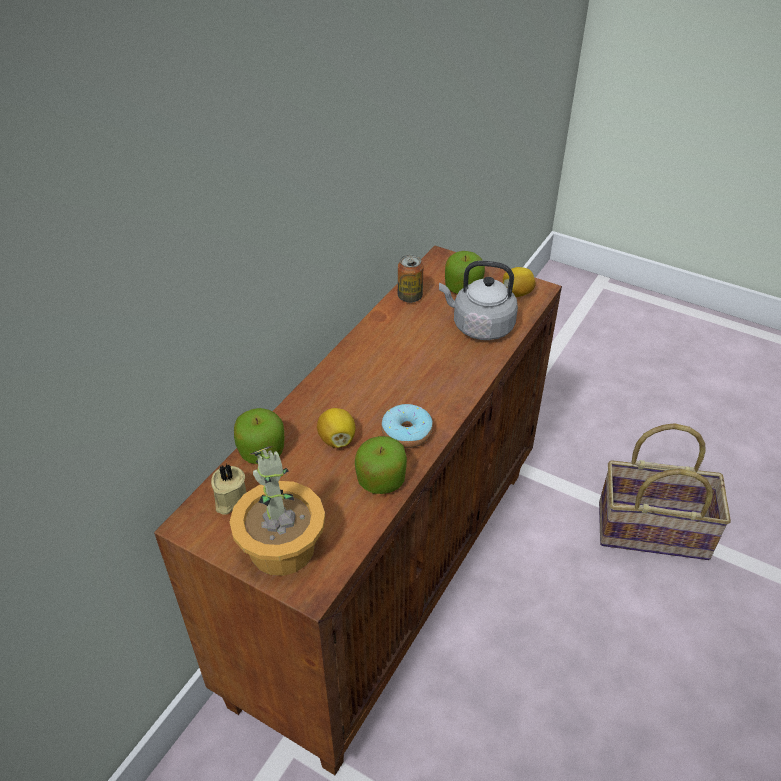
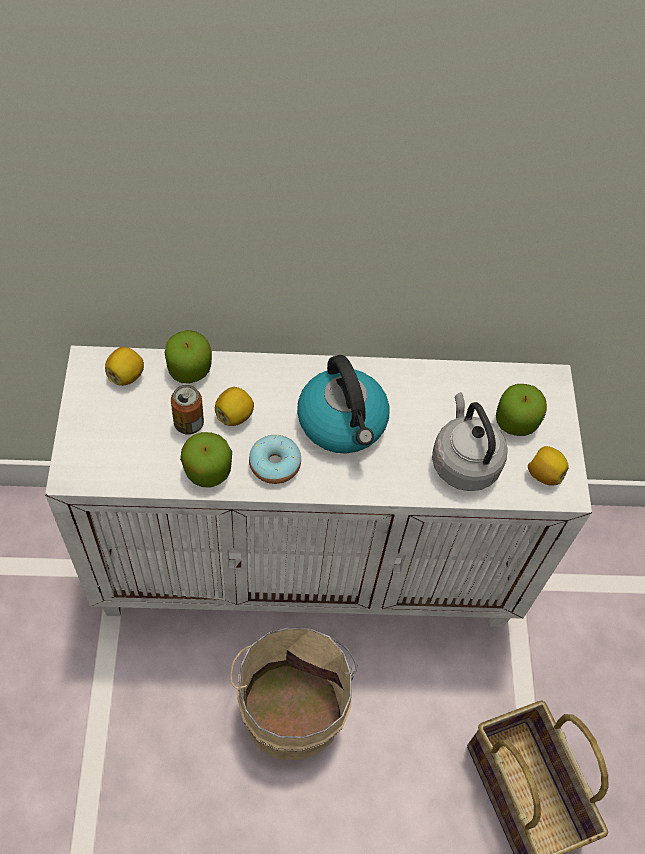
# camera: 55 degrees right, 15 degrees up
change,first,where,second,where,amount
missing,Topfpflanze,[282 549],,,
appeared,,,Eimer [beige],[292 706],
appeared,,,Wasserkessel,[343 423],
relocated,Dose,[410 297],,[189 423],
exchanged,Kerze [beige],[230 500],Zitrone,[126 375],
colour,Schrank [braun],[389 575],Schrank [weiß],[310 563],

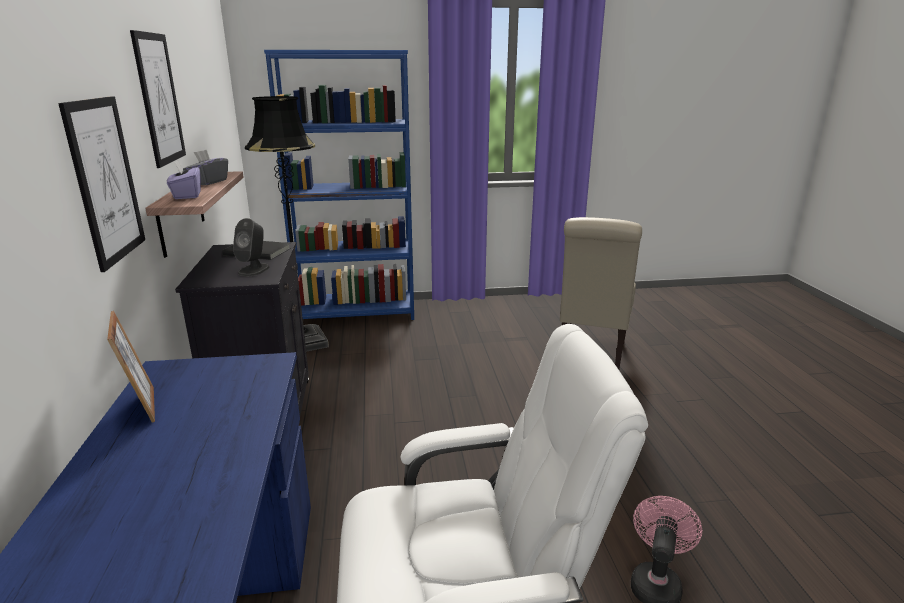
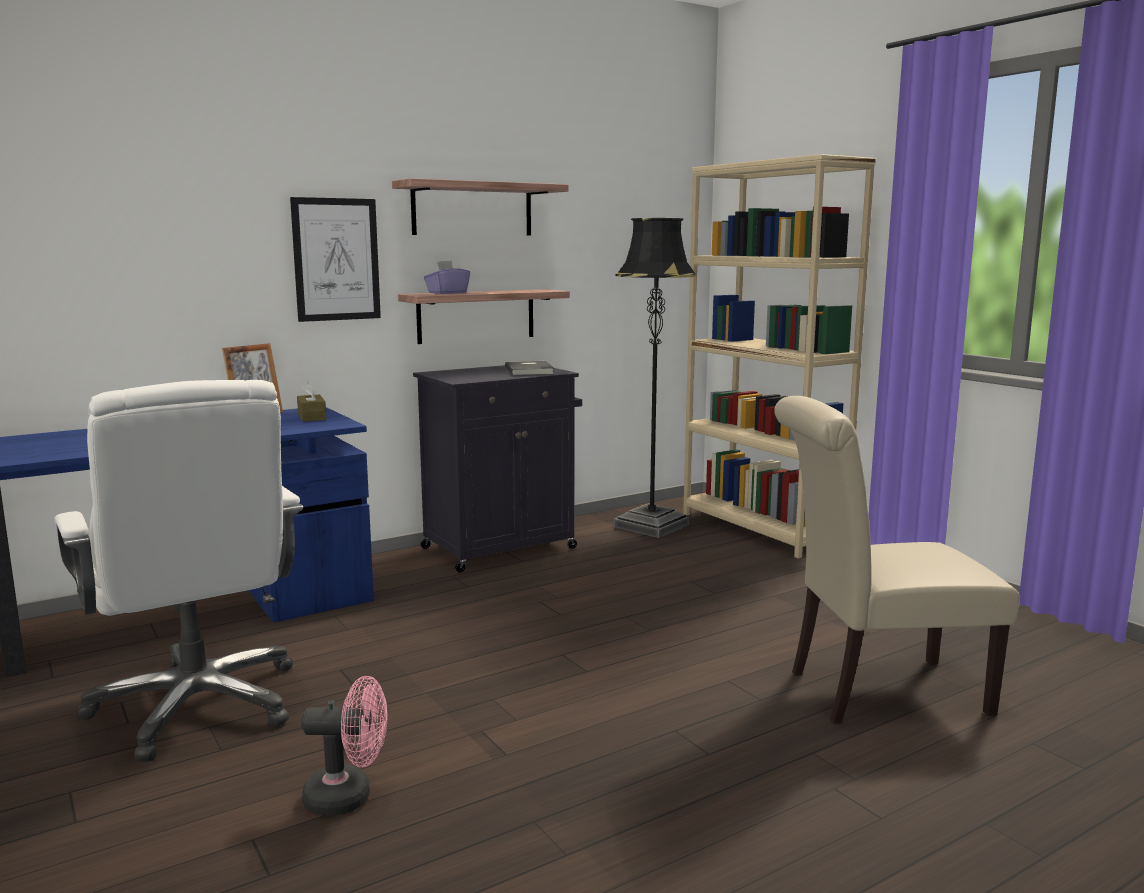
# camera: 65 degrees right, 10 degrees down
change,first,where,second,where,amount
missing,Taschentuchbox [grau],[208 182],,,
missing,Lautsprecher [grau],[254 270],,,
appeared,,,Taschentuchbox [braun],[312 417],
exchanged,Bild,[159 99],Wandregal,[472 209],
colour,Bücherregal [blau],[357 313],Bücherregal [beige],[761 529],

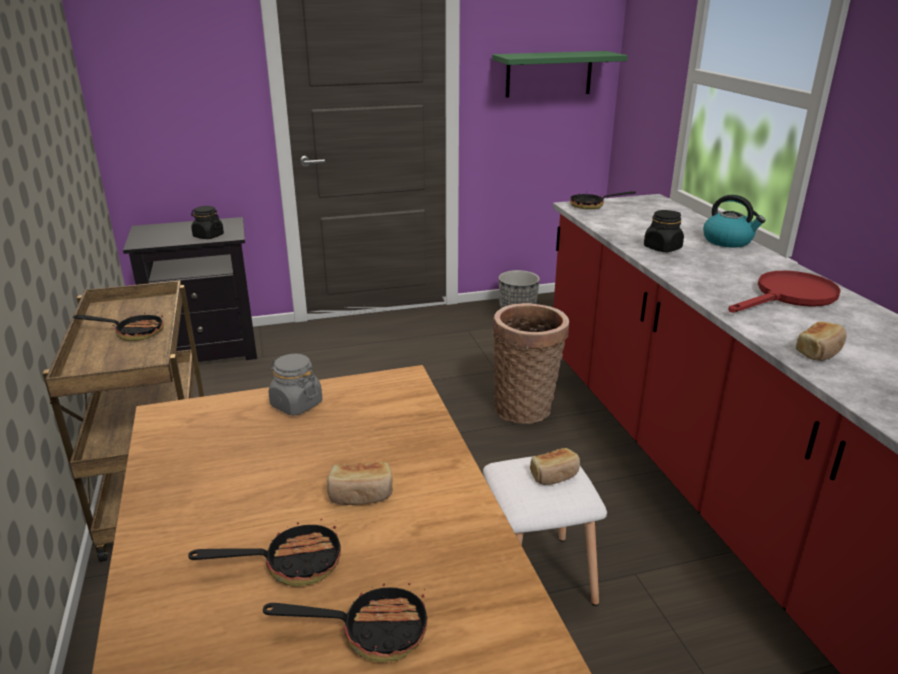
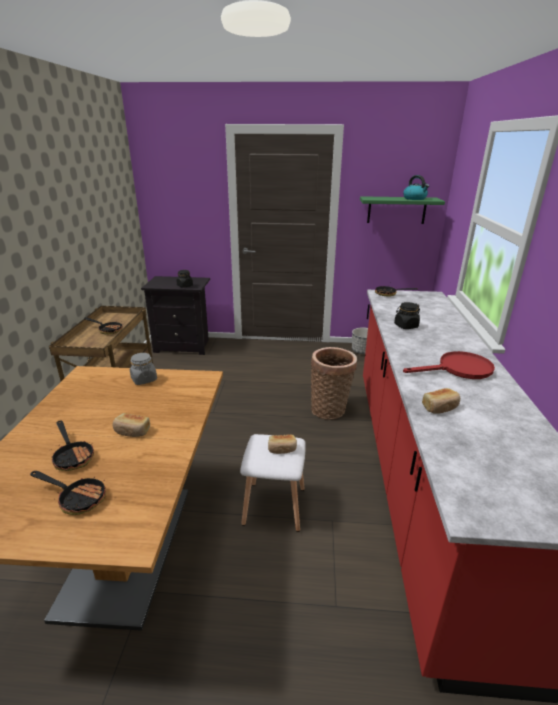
# camera: 20 degrees right, 0 degrees up
change,first,where,second,where,amount
relocated,Wasserkessel,[728 241],,[415 199],
spun,Pfanne,[291 563],,[73 456],45 degrees clockwise

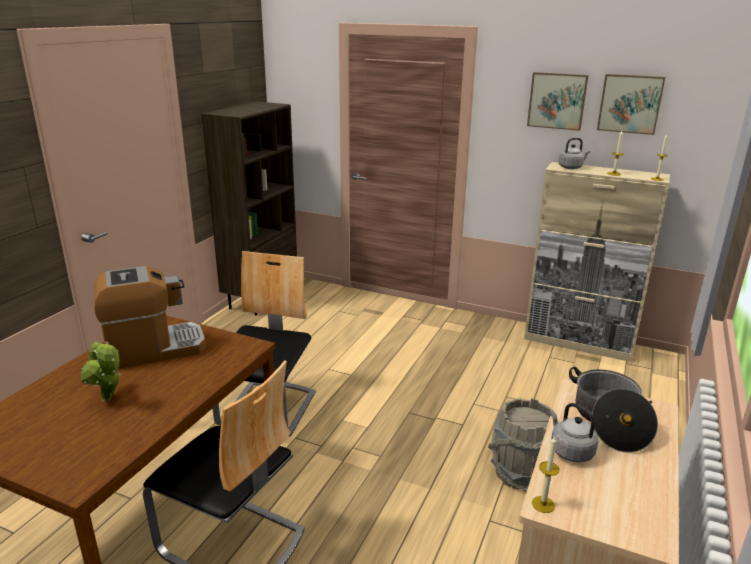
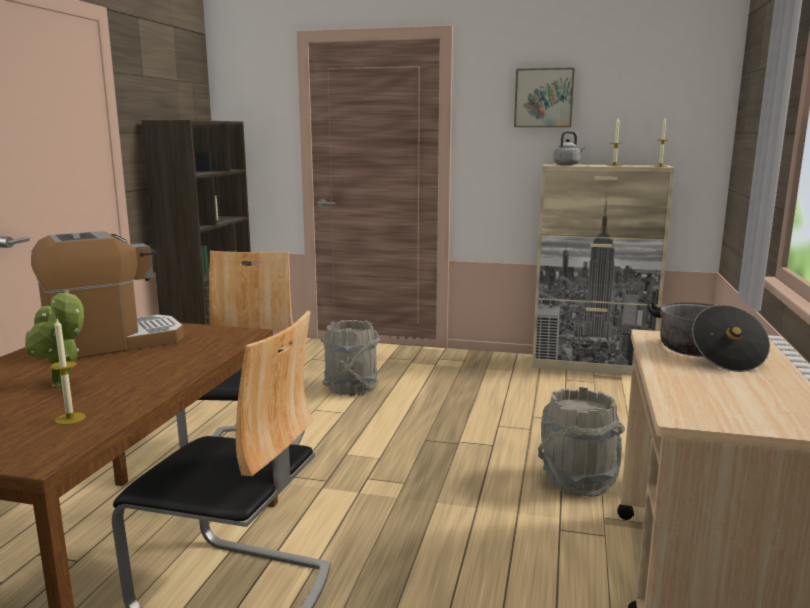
# camera: 10 degrees left, 10 degrees down
change,first,where,second,where,amount
missing,Wasserkessel [grau],[569 451],,,
missing,Bild,[630 103],,,
appeared,,,Eimer [grau],[351 388],
relocated,Kerze,[543 504],,[70 418],

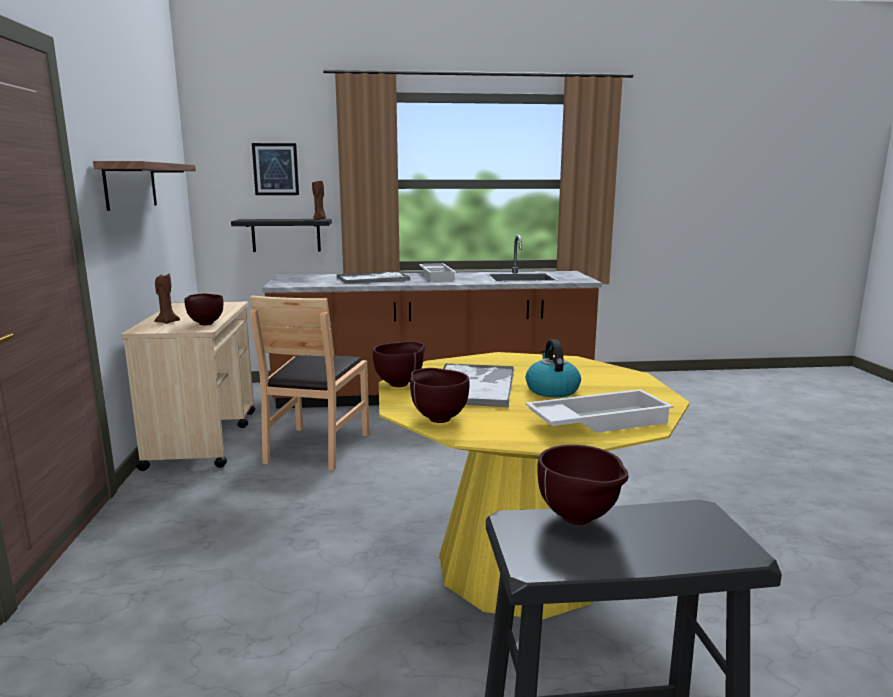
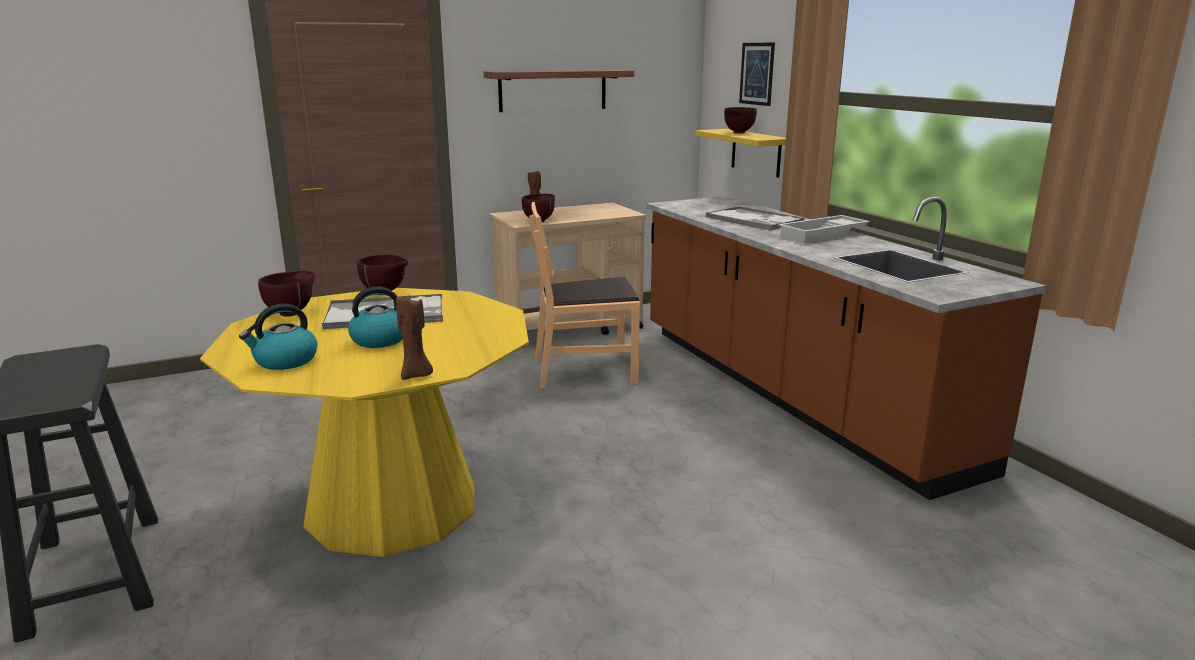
# camera: 70 degrees right, 5 degrees up
change,first,where,second,where,amount
relocated,Kerze [braun],[320 219],,[416 375],
relocated,Schüssel [braun],[580 520],,[738 133],
exchanged,Tablett [weiß],[598 420],Wasserkessel,[285 361],
colour,Wandregal [schwarz],[286 235],Wandregal [gelb],[756 152],

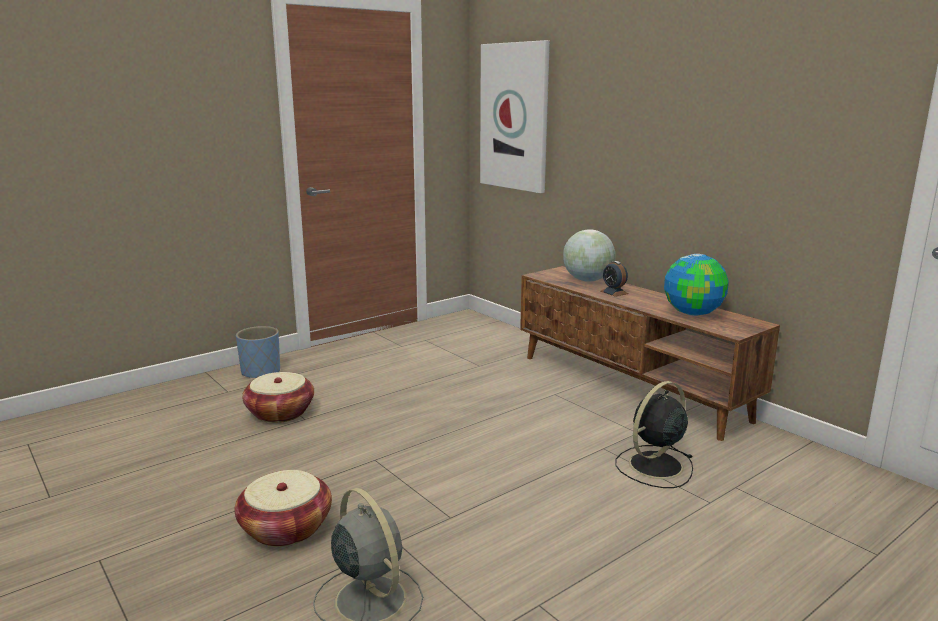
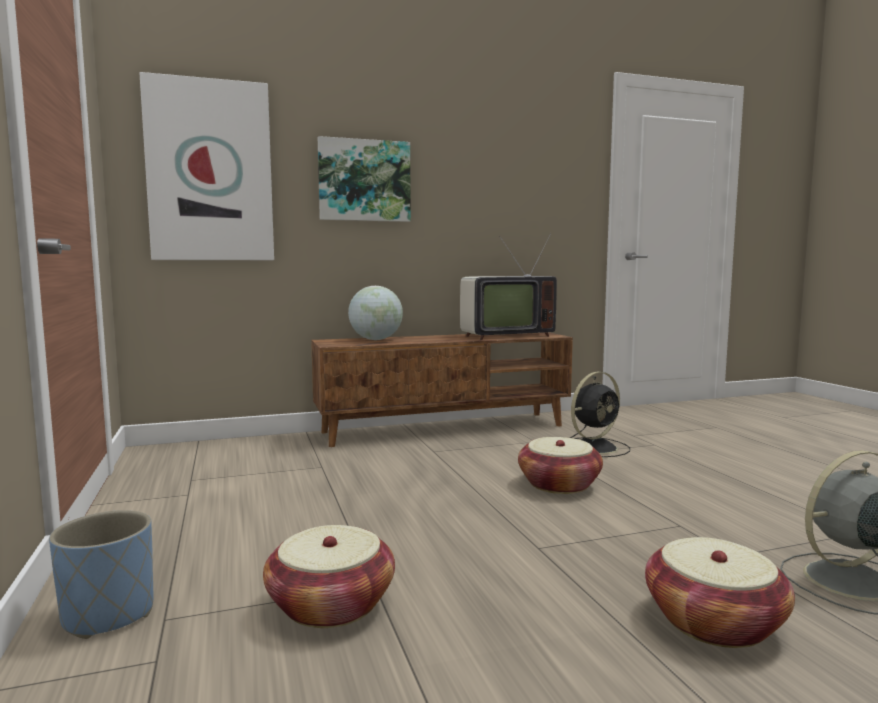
# camera: 70 degrees left, 10 degrees down
change,first,where,second,where,amount
missing,Wecker,[614 292],,,
appeared,,,Bild,[364 181],
appeared,,,Korb,[559 484],
exchanged,Globus,[693 313],Fernseher,[504 336],
spun,Ventilator [schwarz],[654 466],,[596 447],105 degrees counterclockwise

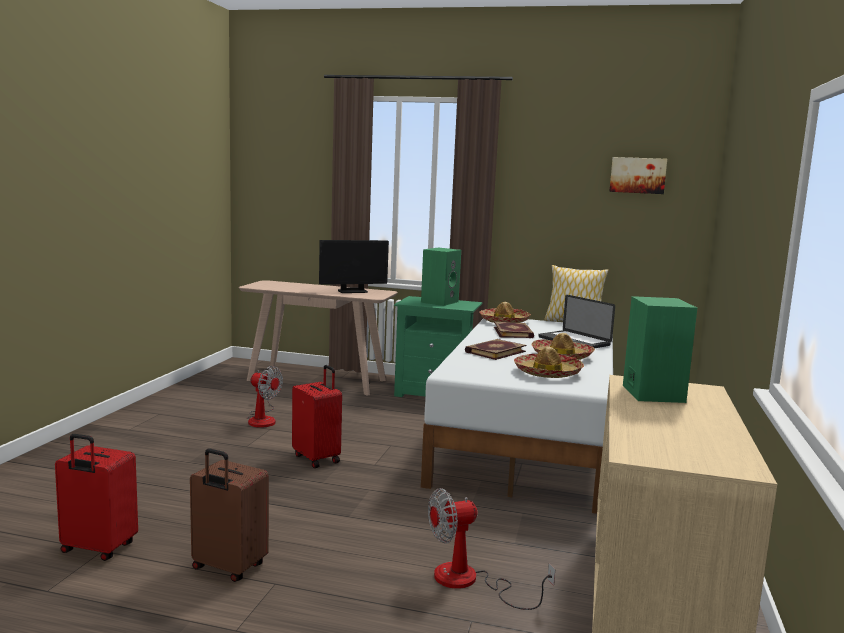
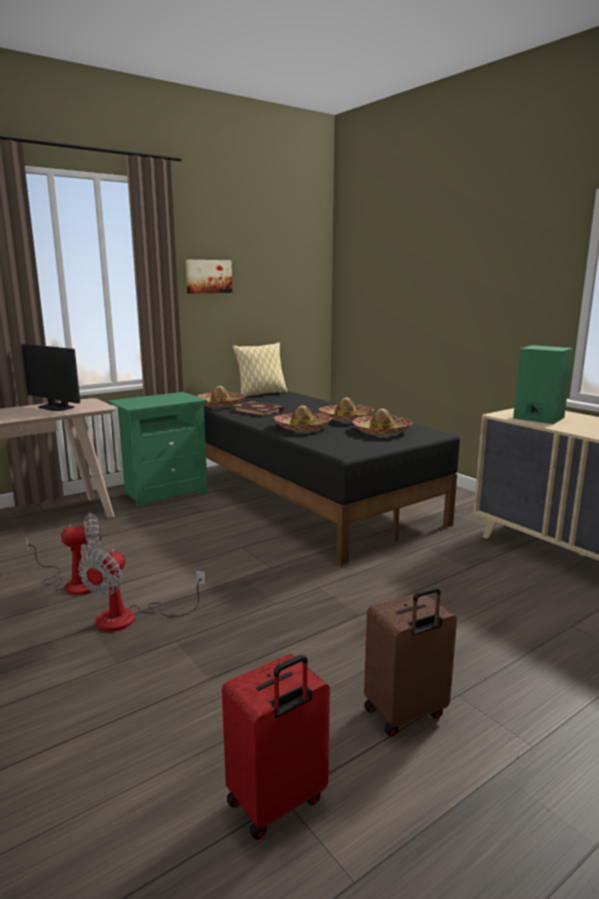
# camera: 50 degrees left, 5 degrees up
change,first,where,second,where,amount
missing,Koffer [rot],[317 458],,,
missing,Lautsprecher [grün],[439 302],,,
missing,Laptop,[574 341],,,
relocated,Ventilator,[469 582],,[130 618],
relocated,Bild,[637 175],,[208 276],
exchanged,Buch,[494 351],Hut,[302 427],
colour,Bett [weiß],[529 439],Bett [schwarz],[308 498],
spun,Monitor,[352 291],,[56 407],105 degrees clockwise

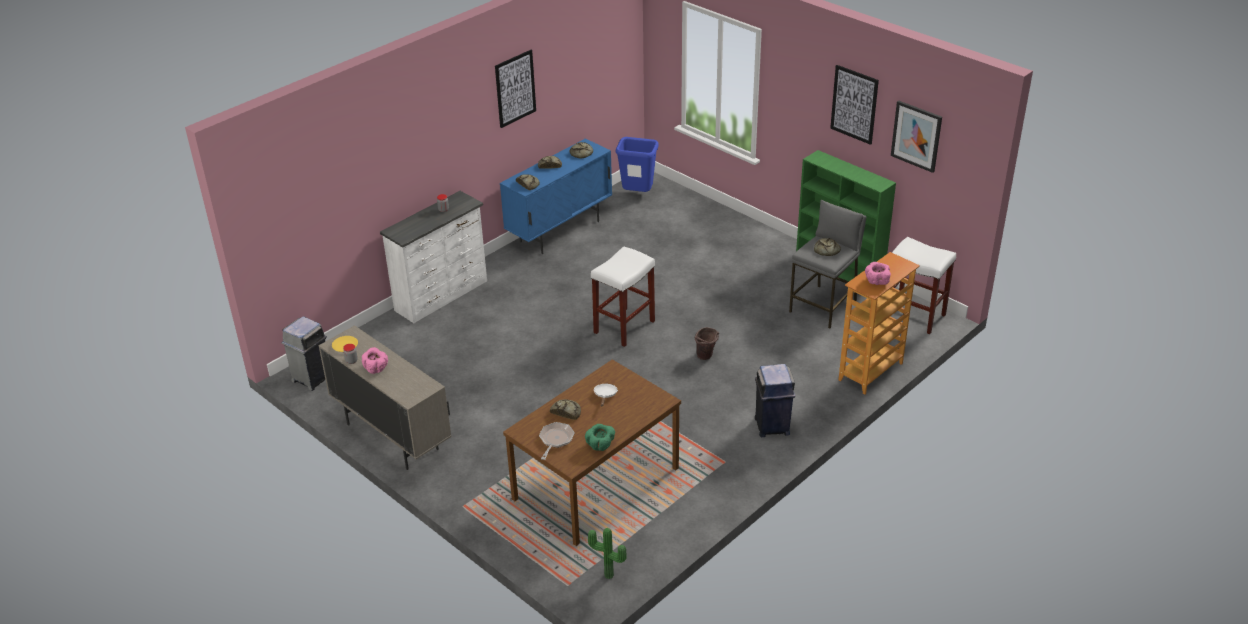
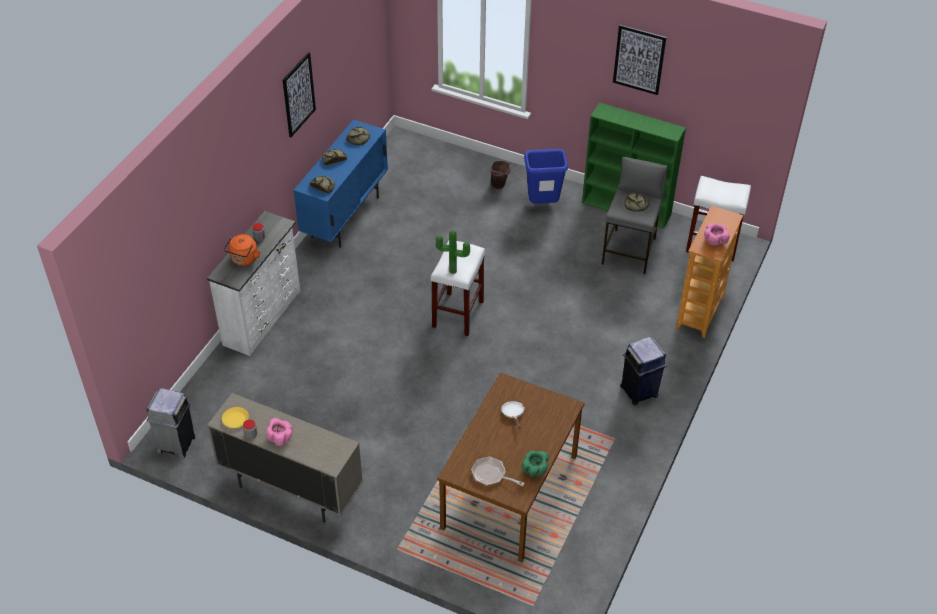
# camera: 20 degrees left, 10 degrees up
change,first,where,second,where,amount
missing,Brot,[566 412],,,
missing,Bild,[916 136],,,
appeared,,,Wasserkessel [orange],[244 260],
relocated,Topfpflanze,[608 576],,[452 272],
relocated,Mülleimer [blau],[638 195],,[543 204],
relocated,Eimer [braun],[706 357],,[500 186],
spun,Pfanne,[555 440],,[491 475],60 degrees counterclockwise

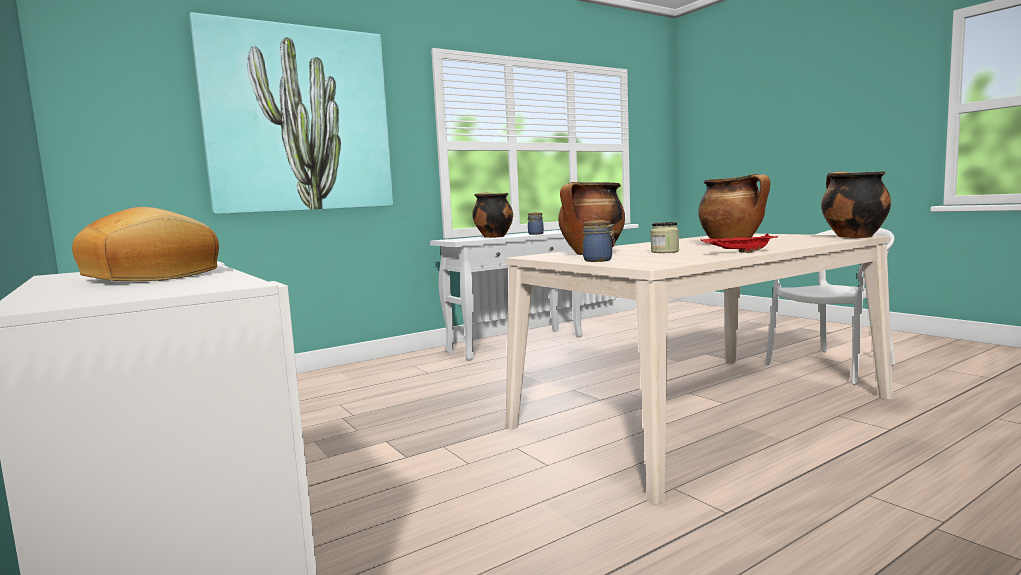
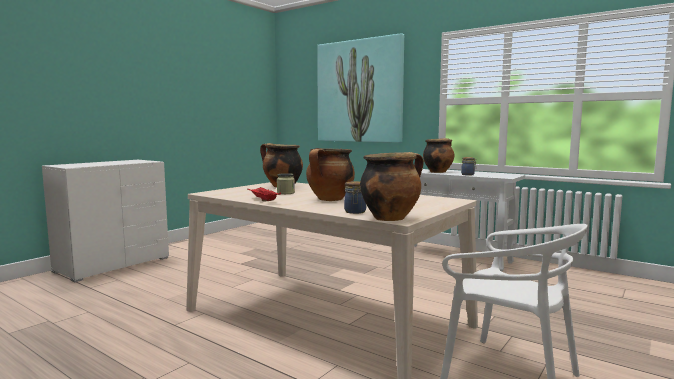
# camera: 70 degrees right, 0 degrees up
change,first,where,second,where,amount
missing,Brot,[153 276],,,
relocated,Vorratsglas,[599 260],,[355 212],

